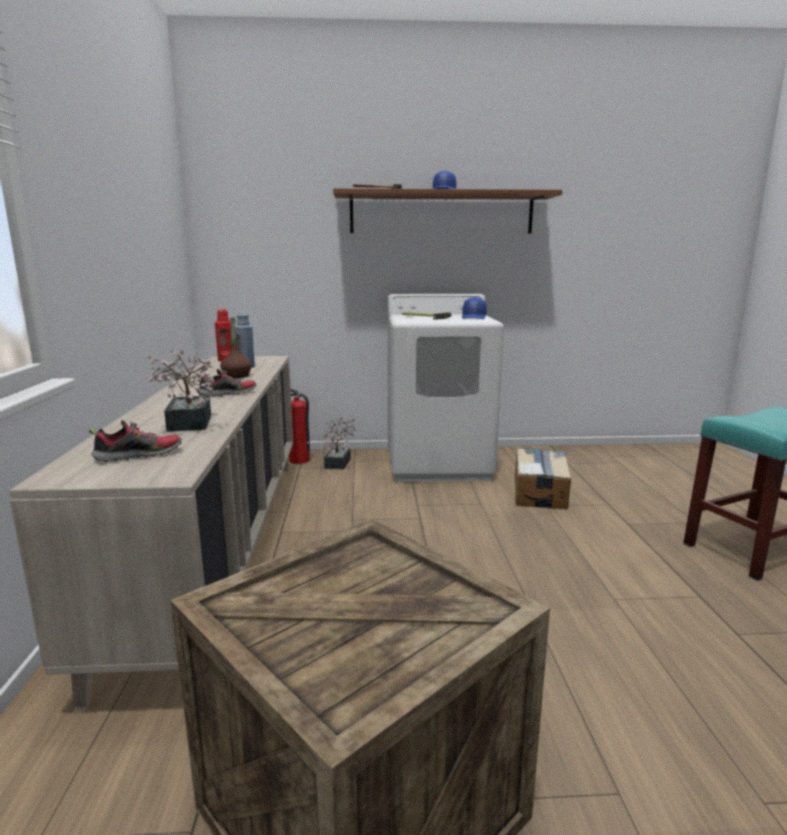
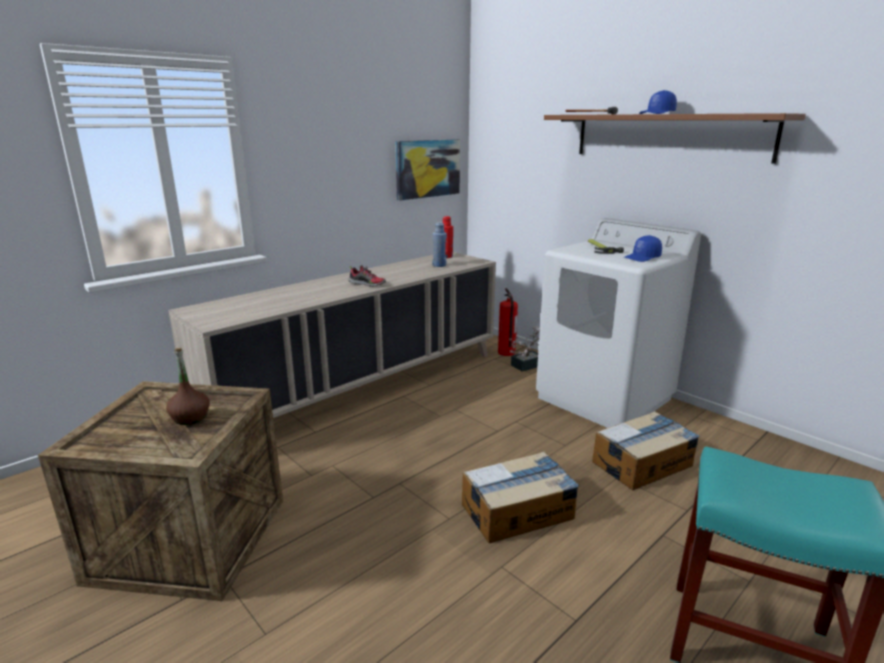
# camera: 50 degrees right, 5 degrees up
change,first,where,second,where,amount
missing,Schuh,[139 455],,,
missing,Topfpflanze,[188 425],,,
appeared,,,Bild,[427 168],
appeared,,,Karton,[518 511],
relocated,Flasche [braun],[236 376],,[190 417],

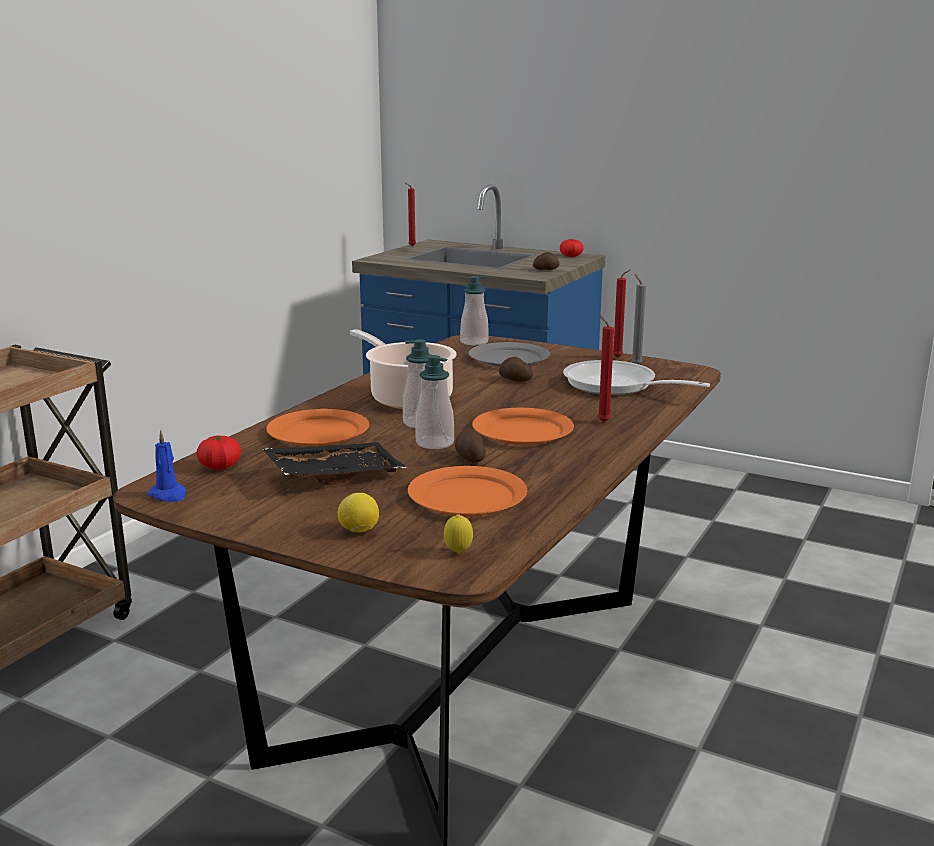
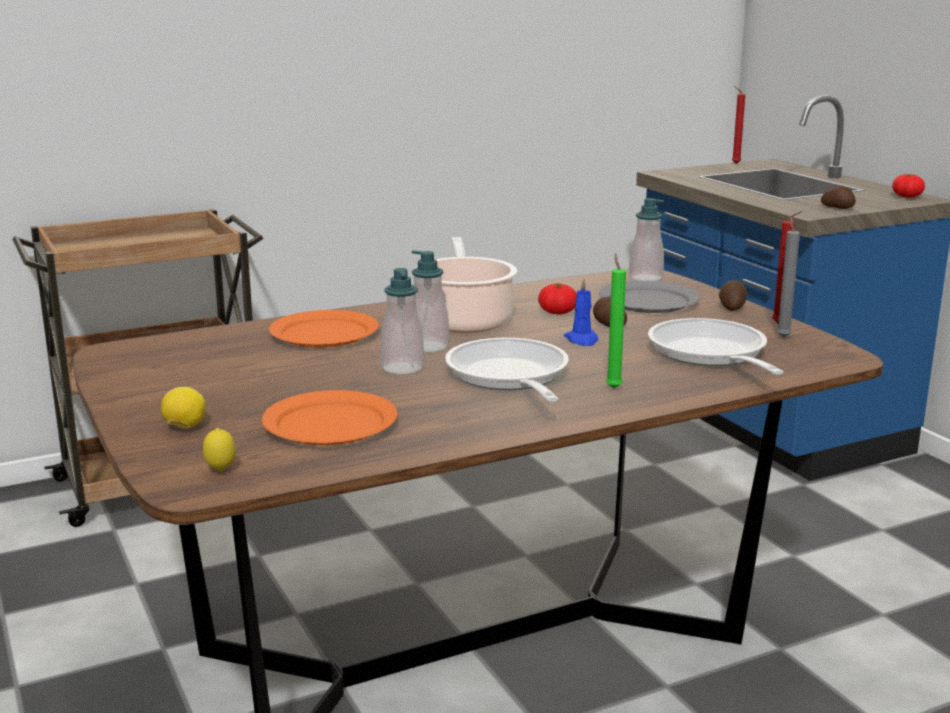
# camera: 35 degrees right, 0 degrees up
change,first,where,second,where,amount
missing,Tablett [schwarz],[334 475],,,
relocated,Kerze [blau],[168 495],,[582 340],
relocated,Tomate,[220 467],,[557 312],
relocated,Kartoffel,[470 458],,[731 307],
exchanged,Teller [orange],[522 431],Pfanne,[509 377],
colour,Kerze [rot],[602 421],Kerze [grün],[613 387],

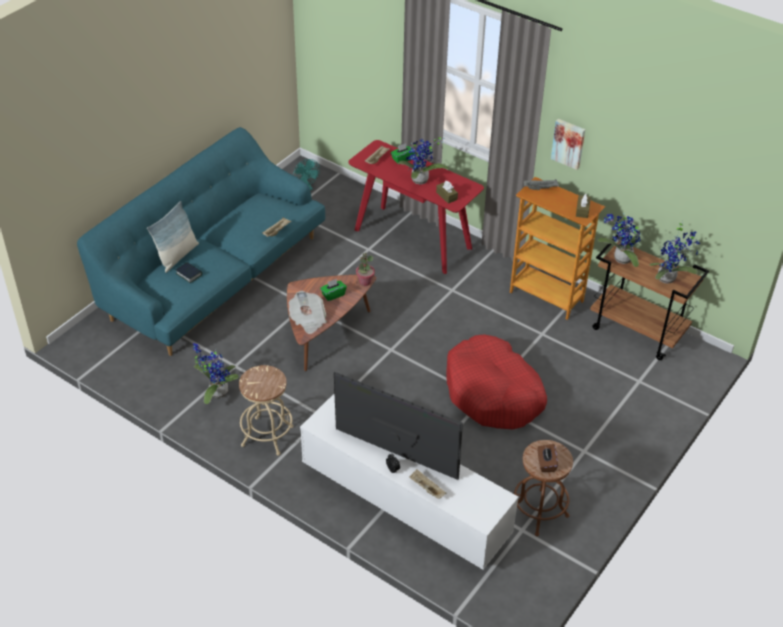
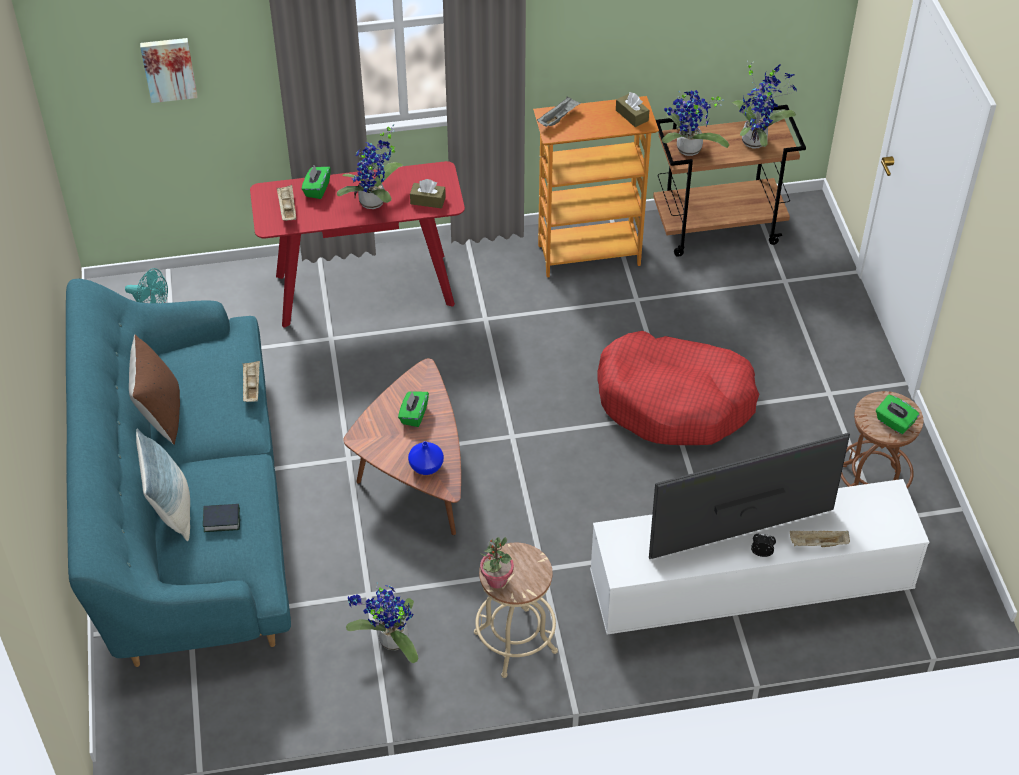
# camera: 45 degrees left, 5 degrees up
change,first,where,second,where,amount
appeared,,,Kissen [braun],[160 415],
relocated,Topfpflanze,[365 282],,[496 580],
relocated,Bild,[568 143],,[169 68],
exchanged,Zeitung,[308 320],Vase [blau],[427 466],
colour,Taschentuchbox [braun],[546 463],Taschentuchbox [grün],[894 422],

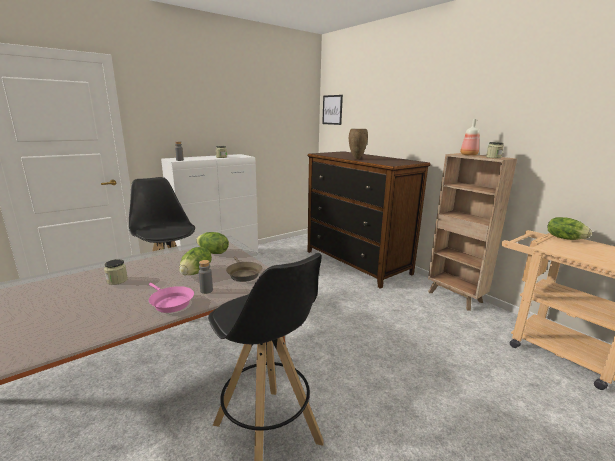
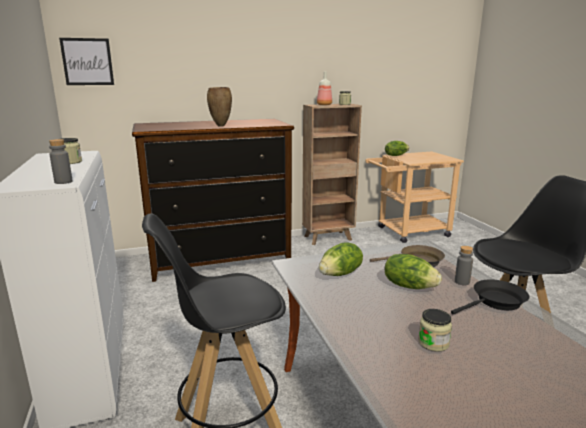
# camera: 70 degrees left, 0 degrees up
change,first,where,second,where,amount
colour,Pfanne [rosa],[170 303],Pfanne [schwarz],[496 302],

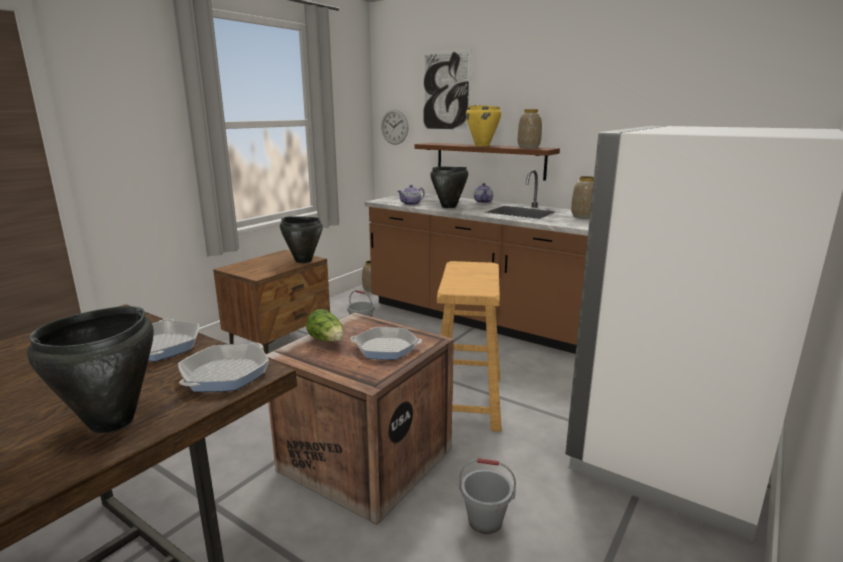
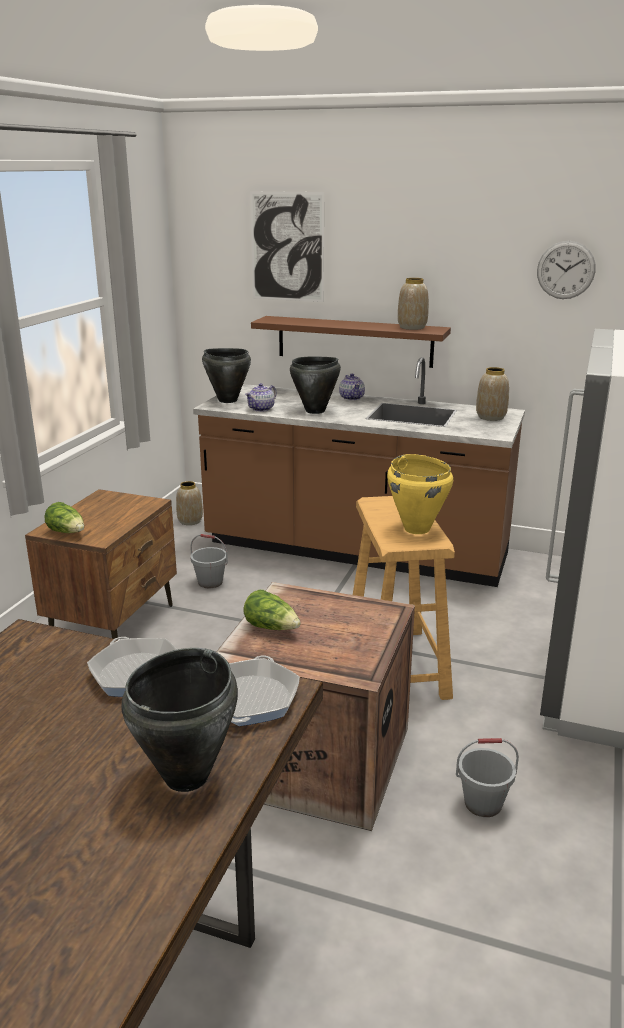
# camera: 15 degrees left, 5 degrees up
change,first,where,second,where,amount
missing,Pfanne,[386 348],,,
appeared,,,Salatkopf,[67 532],
relocated,Kochtopf [schwarz],[303 260],,[227 400],
relocated,Wanduhr,[394 127],,[565 270],
relocated,Kochtopf [gelb],[482 145],,[417 528],

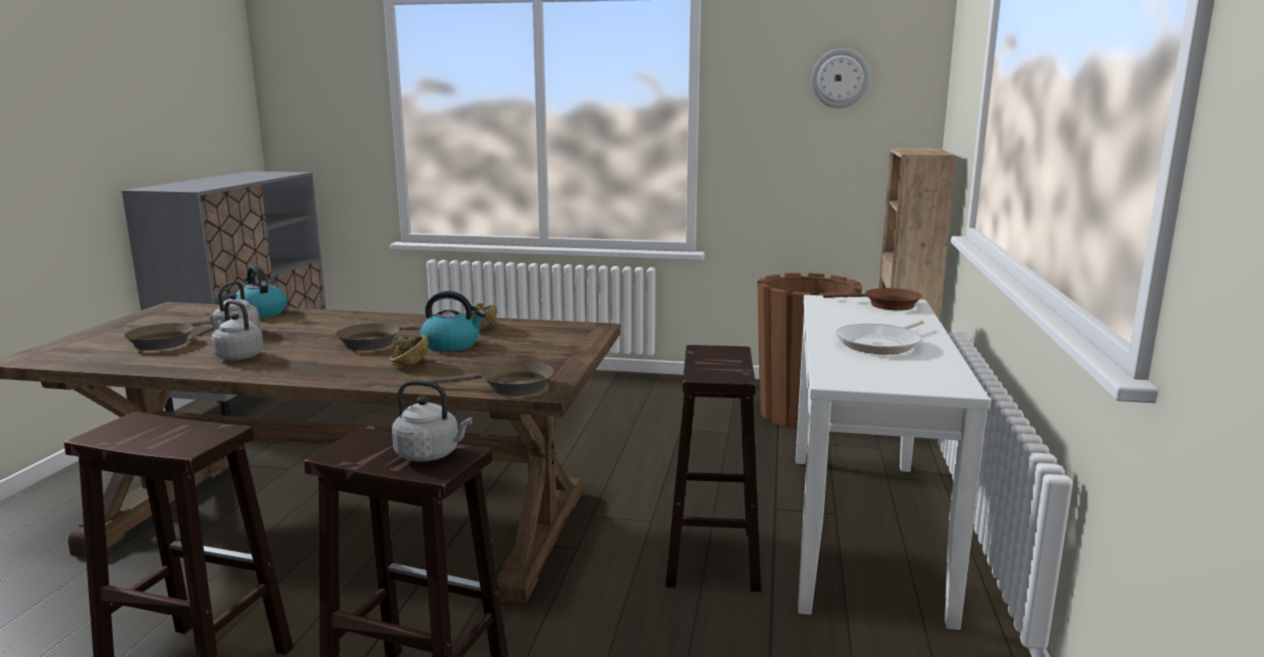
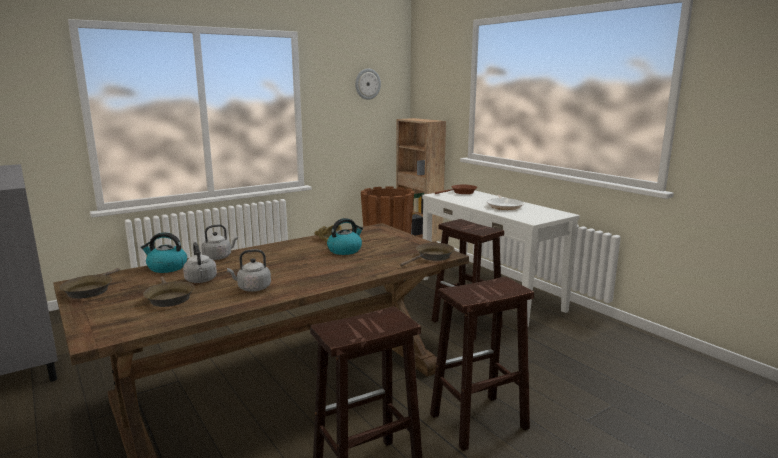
# camera: 45 degrees left, 0 degrees up
change,first,where,second,where,amount
missing,Schüssel [braun],[406 362],,,
relocated,Pfanne [braun],[374 342],,[90 290],
relocated,Wasserkessel [grau],[430 454],,[219 257],

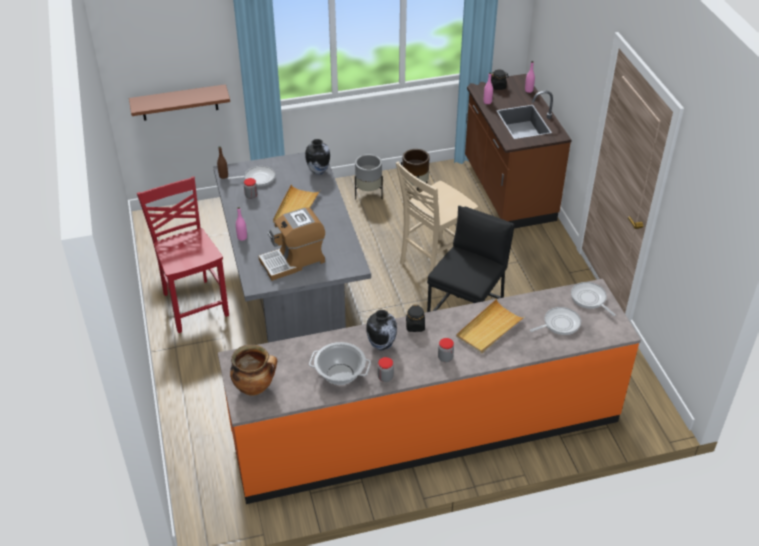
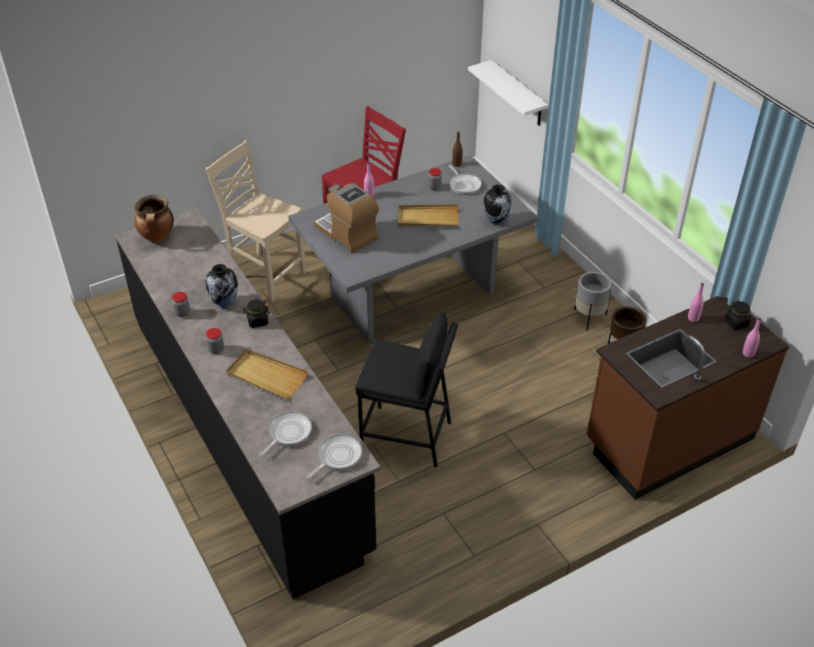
# camera: 75 degrees right, 0 degrees up
change,first,where,second,where,amount
missing,Kochtopf,[340 374],,,
relocated,Stuhl [beige],[434 262],,[265 275],
colour,Wandregal [braun],[179 102],Wandregal [weiß],[518 94],
colour,Küchenzeile [orange],[426 428],Küchenzeile [schwarz],[247 429],
spun,Pfanne,[559 324],,[288 433],105 degrees counterclockwise

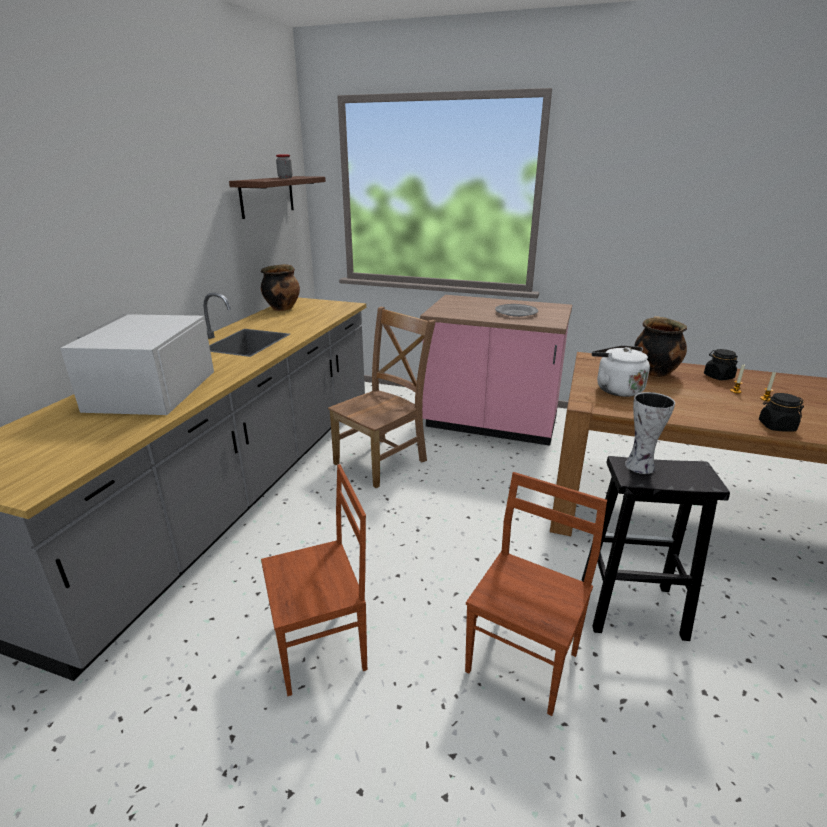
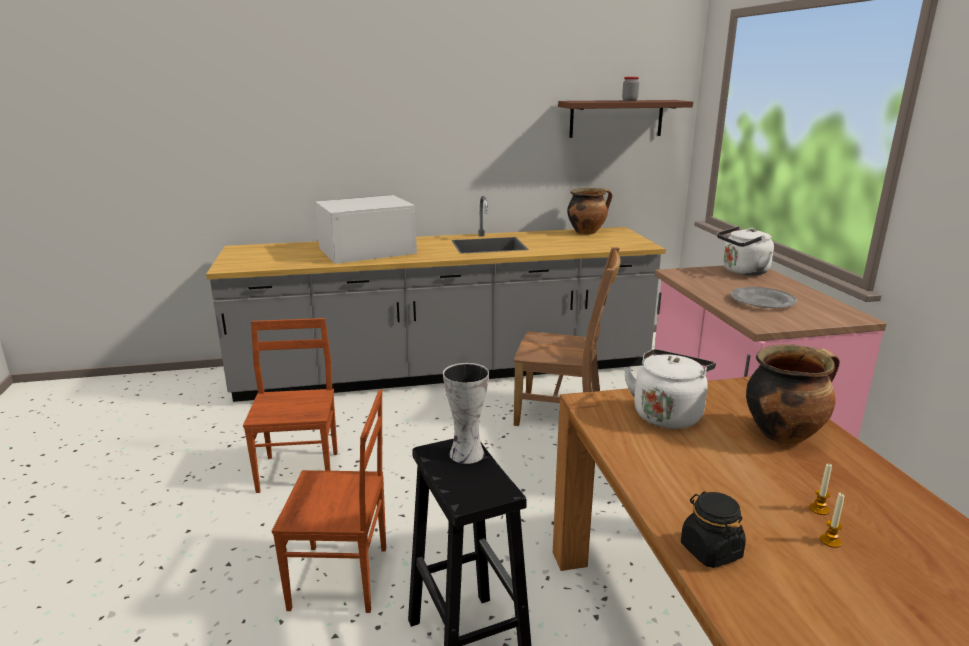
# camera: 60 degrees right, 5 degrees down
change,first,where,second,where,amount
missing,Vorratsglas [schwarz],[718 377],,,
appeared,,,Wasserkessel [weiß],[742 272],
spun,Stuhl [braun],[321 648],,[300 471],135 degrees counterclockwise

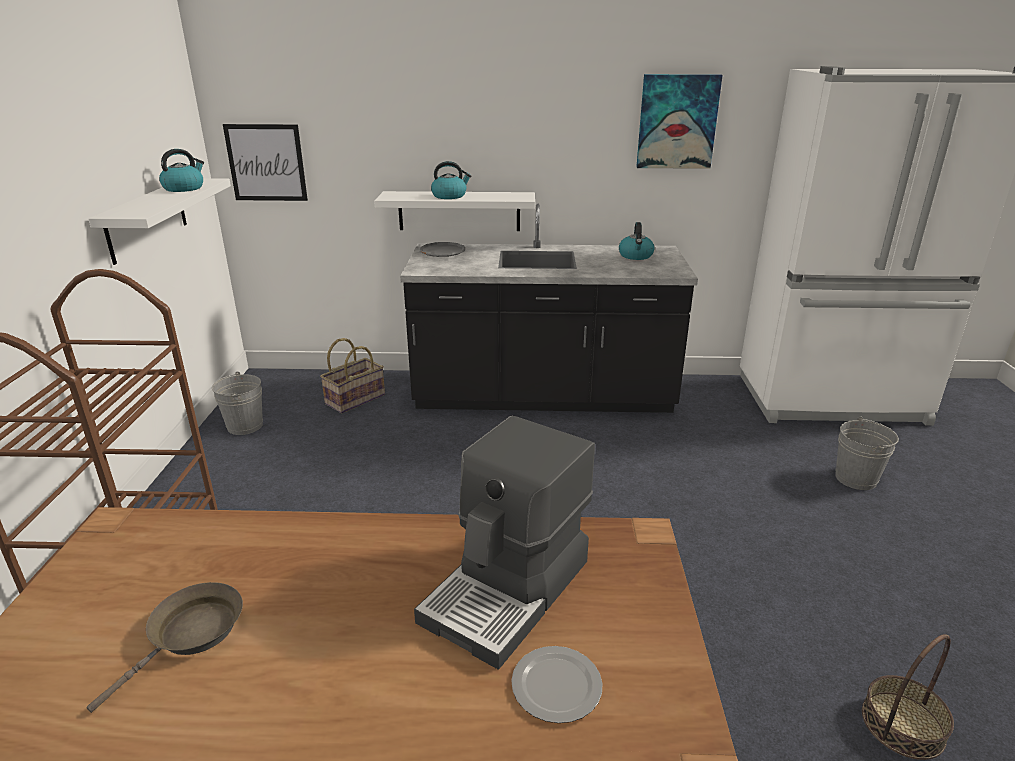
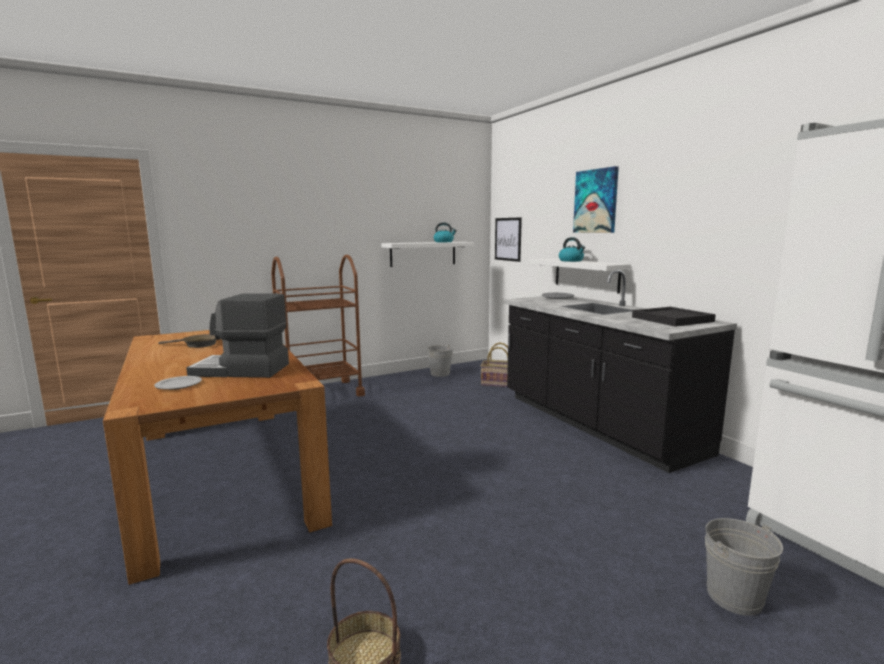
# camera: 60 degrees right, 15 degrees down
change,first,where,second,where,amount
relocated,Bild,[677 122],,[596 201],
exchanged,Wasserkessel,[636 256],Tablett [schwarz],[673 319],

